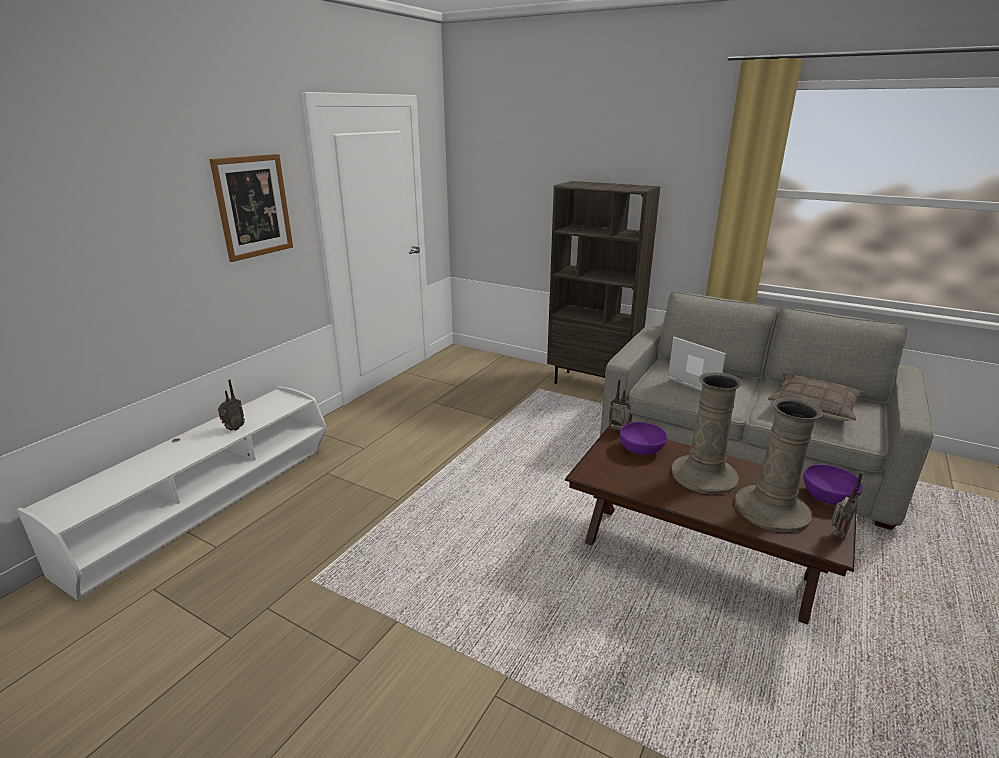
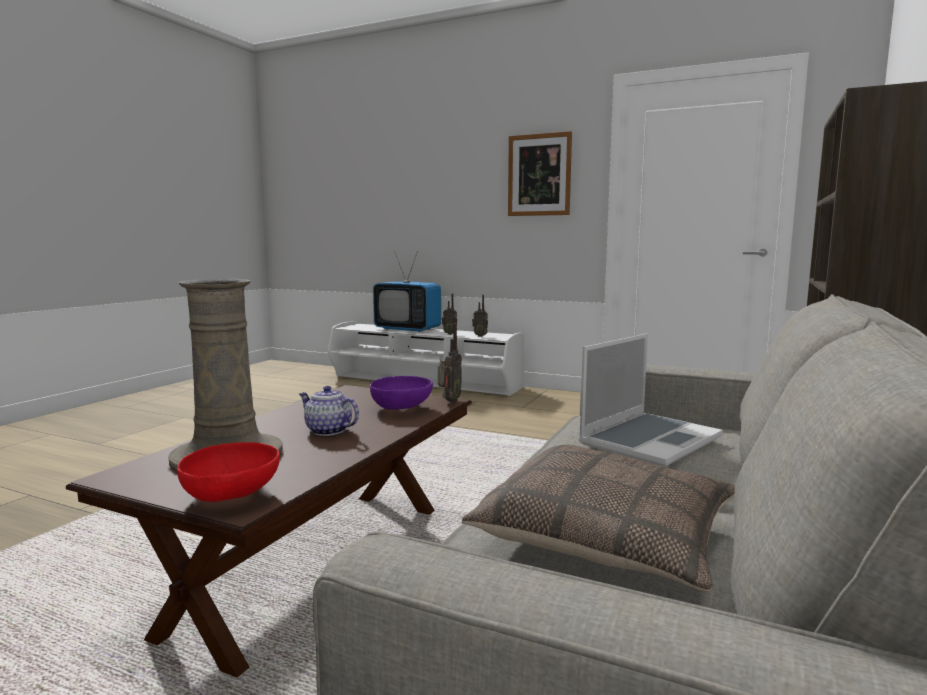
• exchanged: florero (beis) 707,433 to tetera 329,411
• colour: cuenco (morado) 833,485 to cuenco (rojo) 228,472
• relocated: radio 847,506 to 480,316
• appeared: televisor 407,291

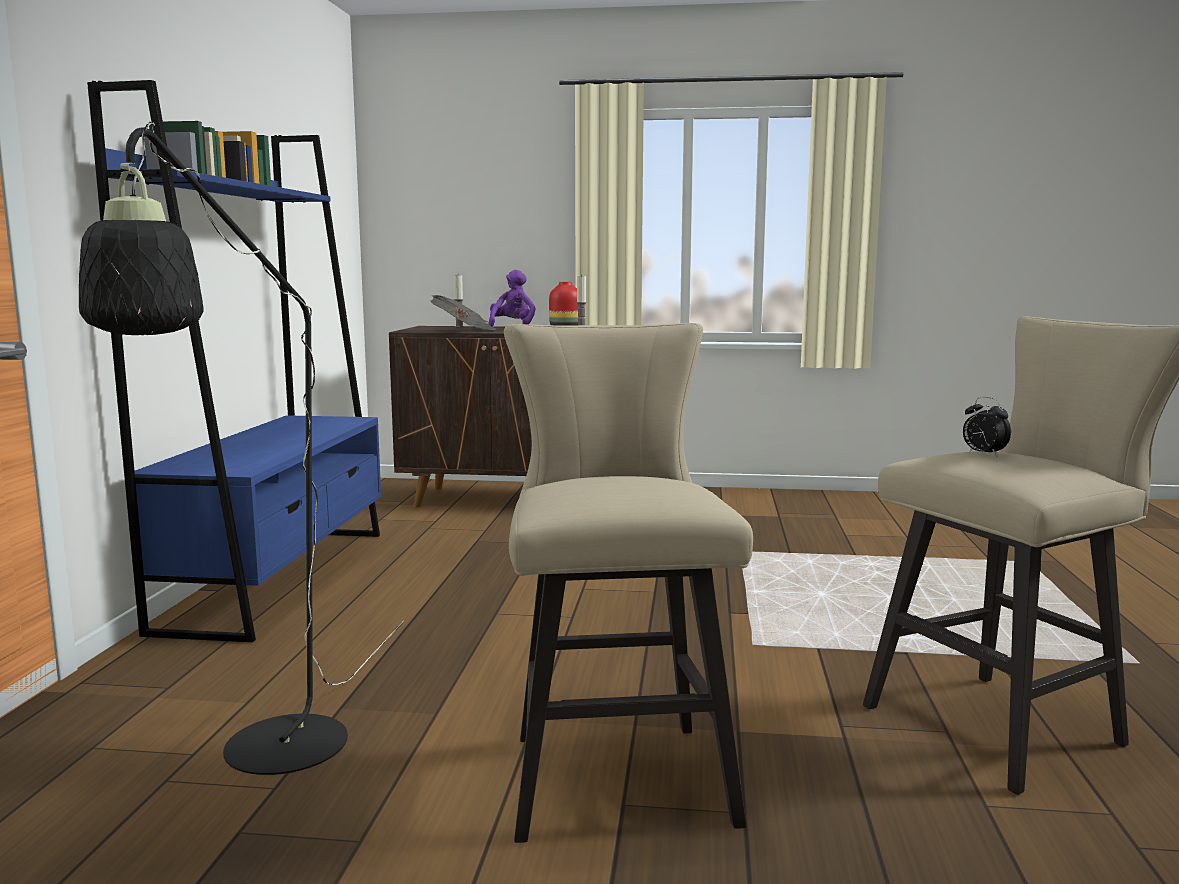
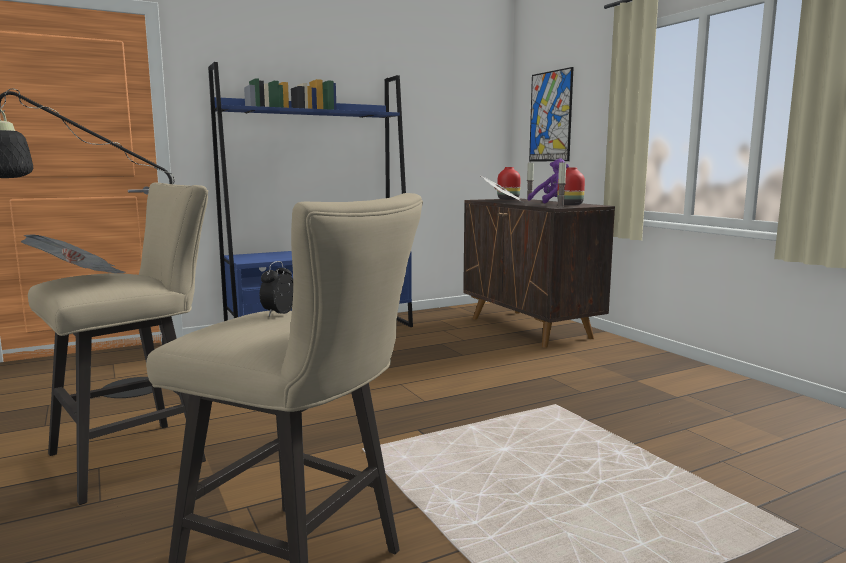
• appeared: cuadro 551,114
• appeared: florero (rojo) 508,183
• appeared: periódico 73,253

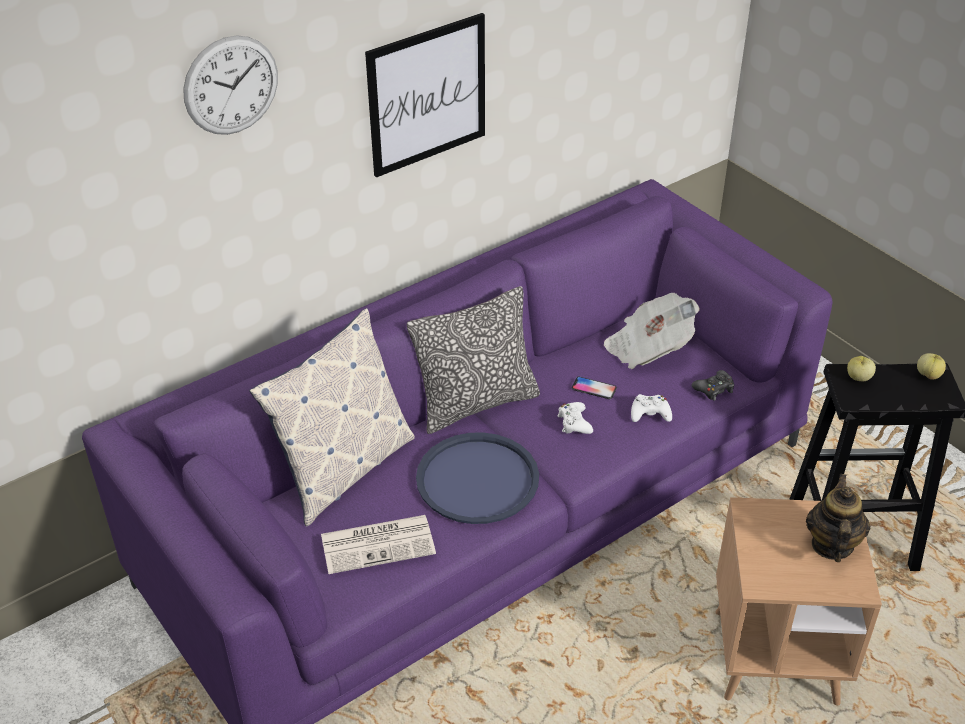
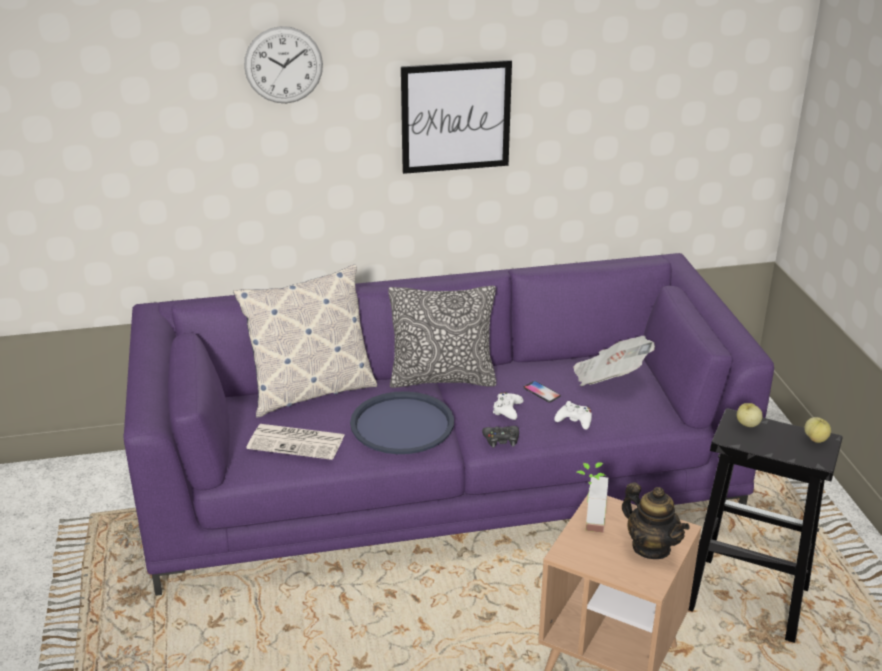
• relocated: mando de consola (negro) 712,385 to 500,437
• spun: tetera 838,518 = 656,520 105 degrees clockwise
• appeared: planta en maceta 592,497

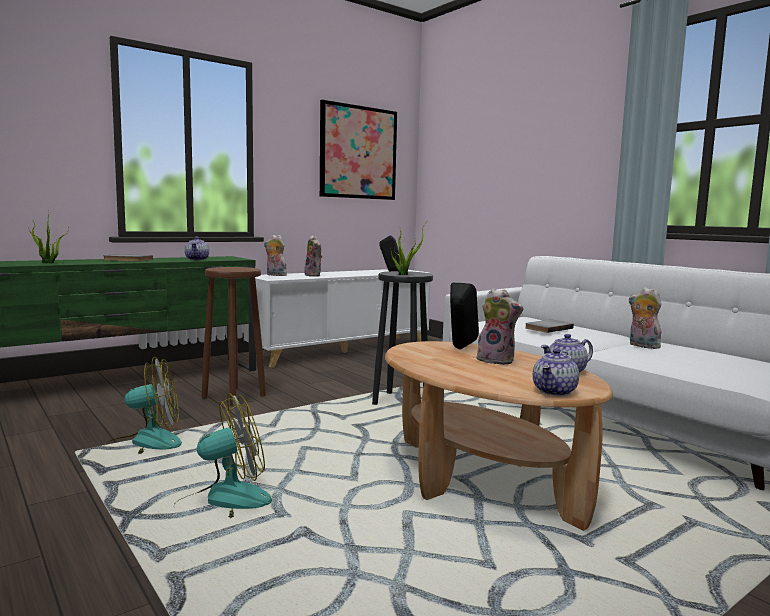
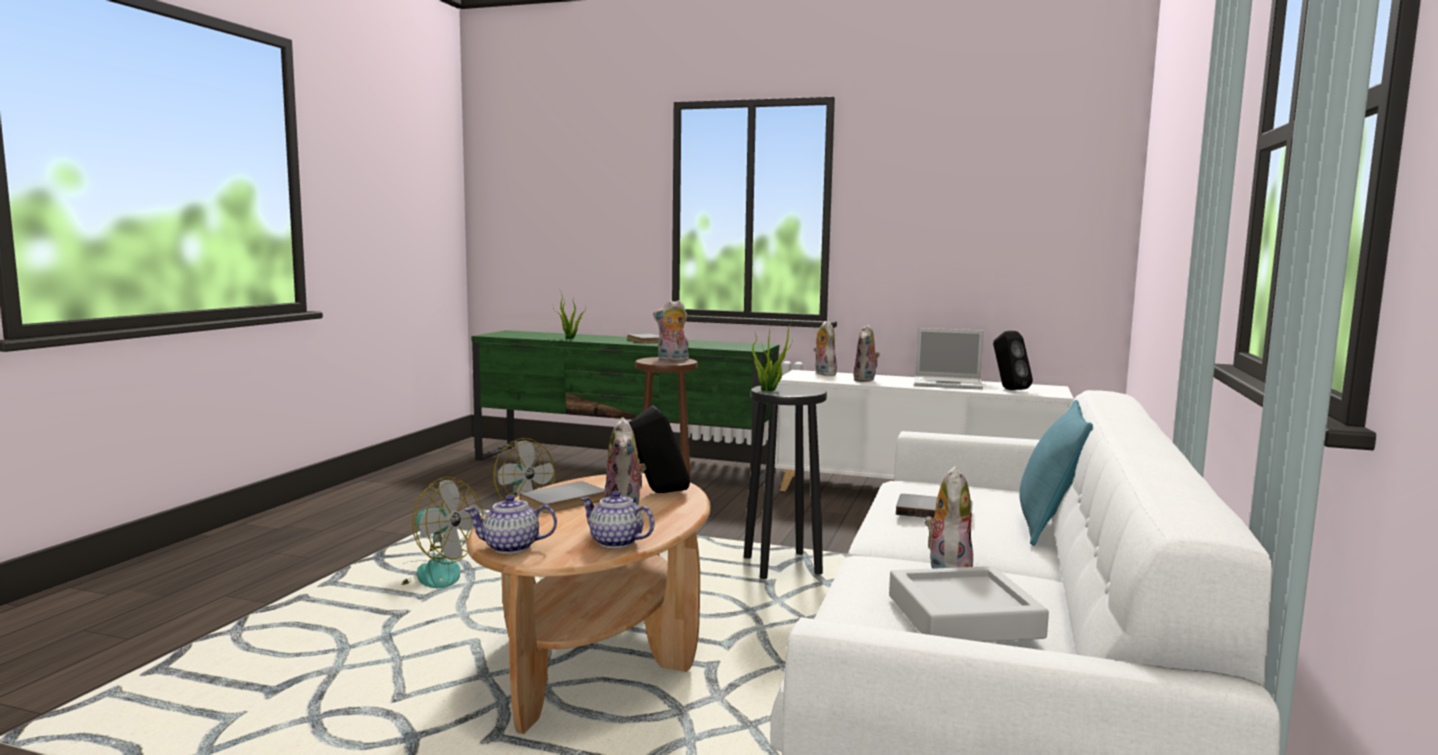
• missing: cuadro 358,150
• missing: tetera 197,248
• appeared: peluche 671,330
• appeared: portátil 949,359
• appeared: cojín (turquesa) 1056,473
• appeared: libro (gris) 562,497
• appeared: bandeja (gris) 969,604

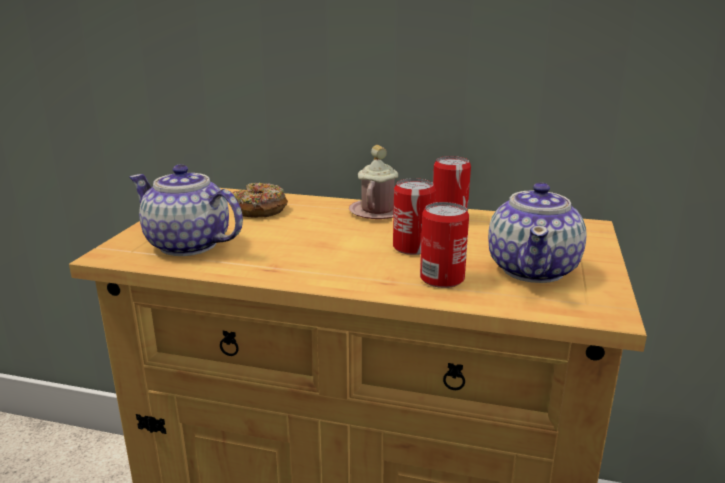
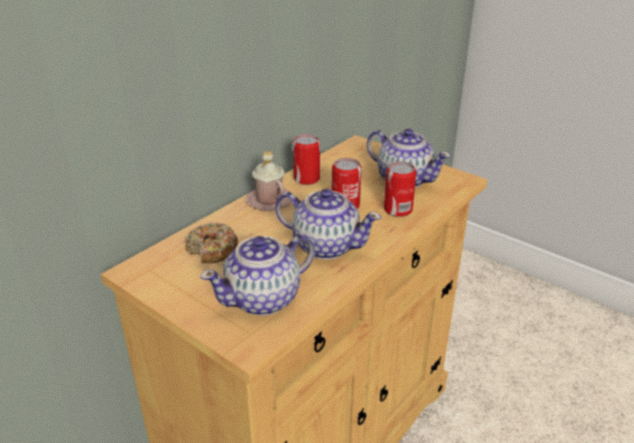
• appeared: tetera 328,224

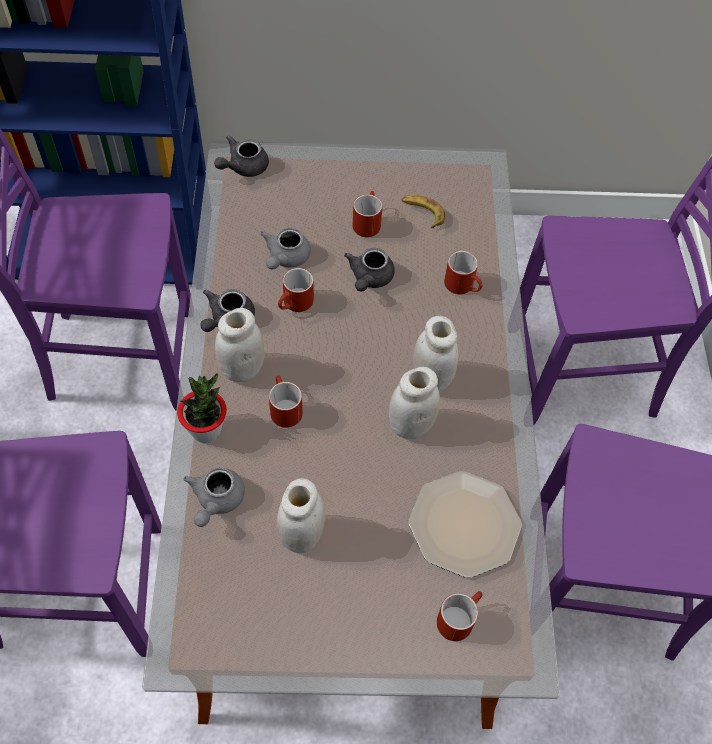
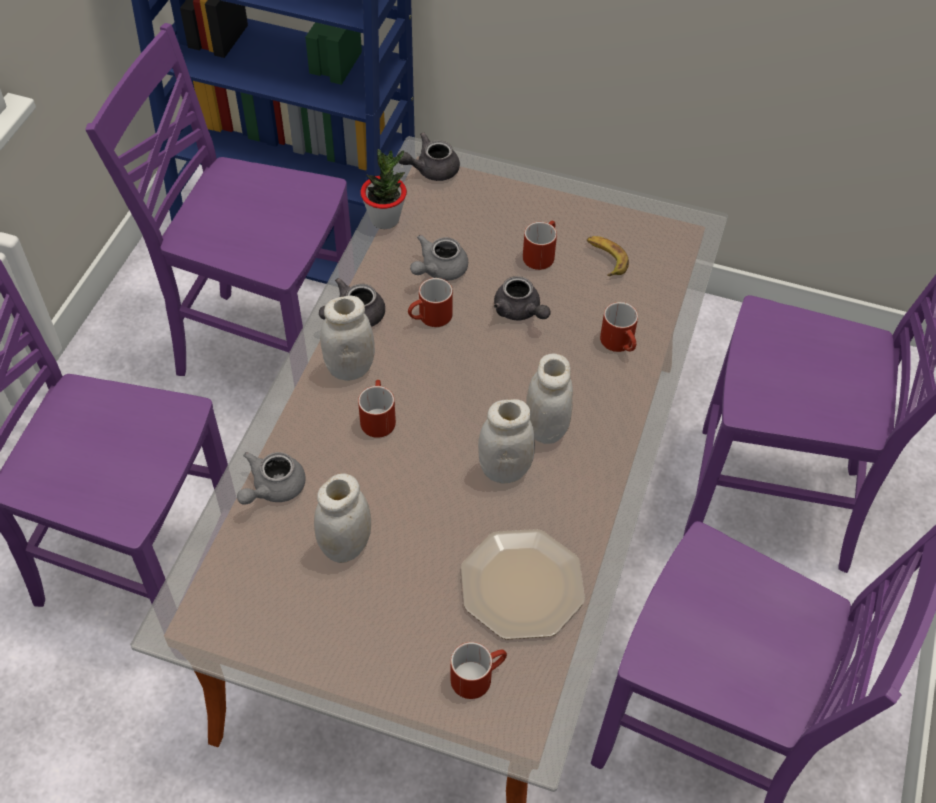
• spun: tetera (gris) 369,270 = 522,298 75 degrees counterclockwise
• relocated: planta en maceta 202,408 to 383,189

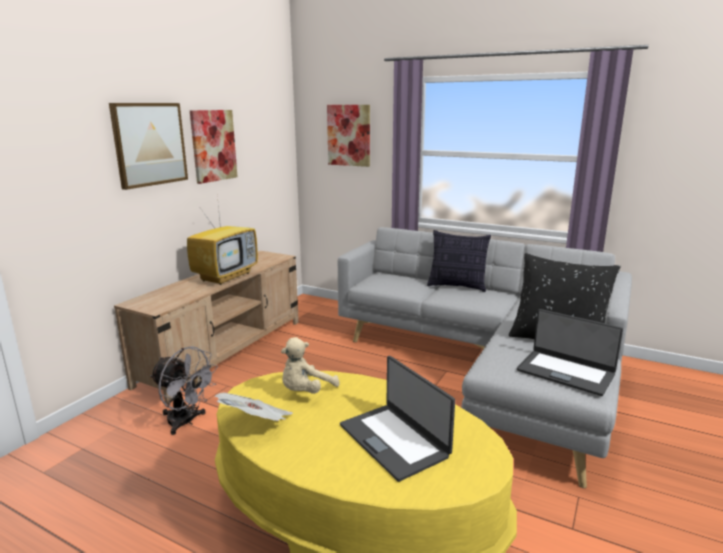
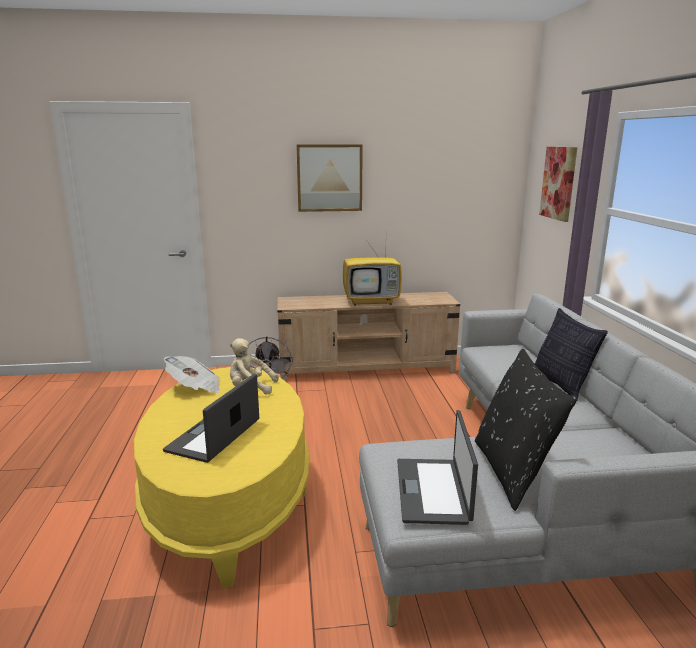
• missing: cuadro 214,147

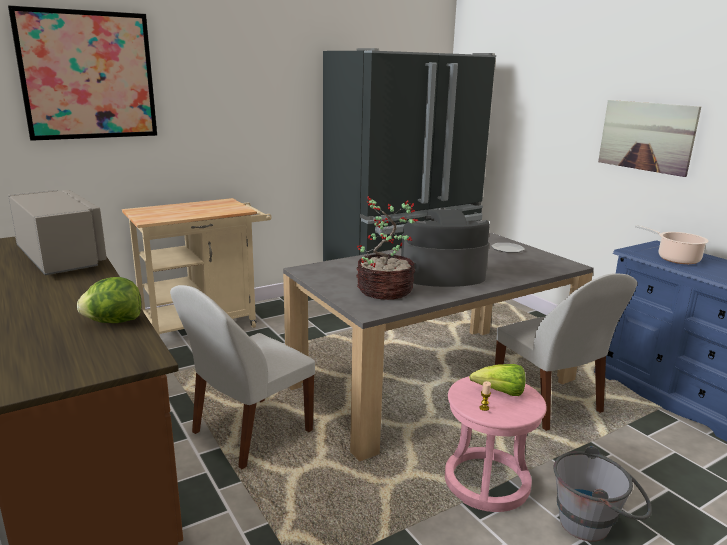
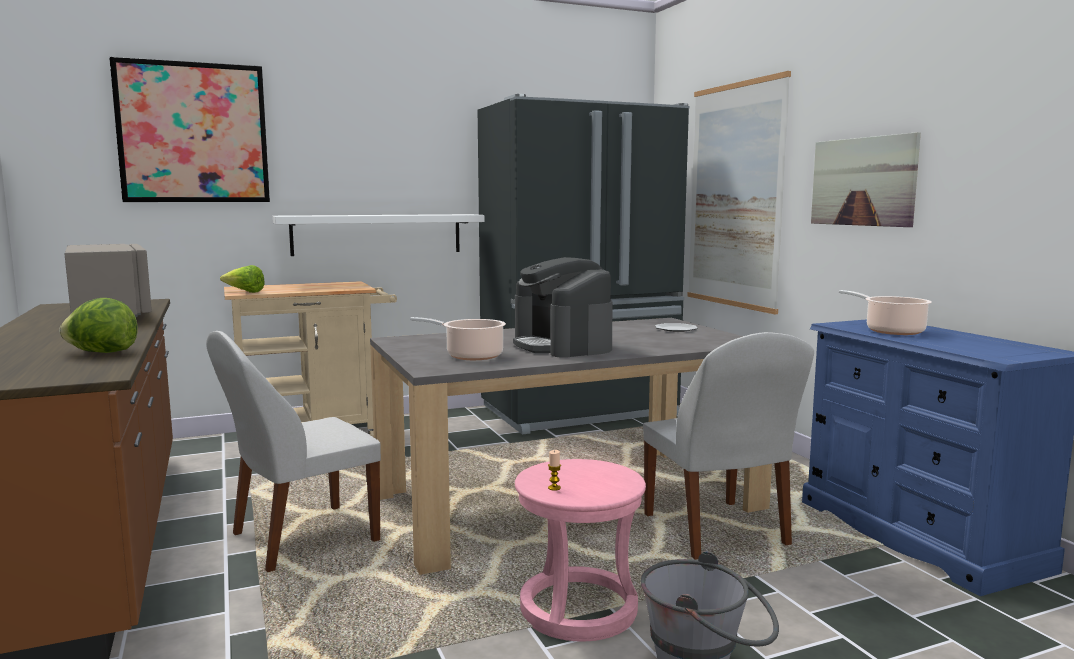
• exchanged: planta en maceta 387,248 to olla 458,338
• spun: cafetera 445,247 = 562,307 120 degrees counterclockwise
• relocated: lechuga 497,380 to 242,279
• appeared: cuadro 739,192
• appeared: estante (blanco) 378,235

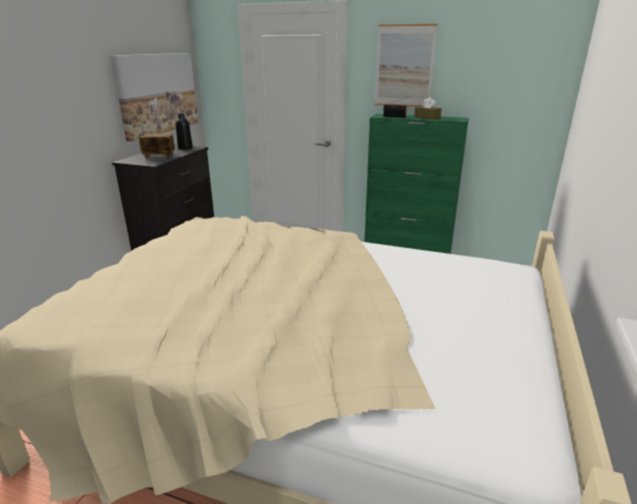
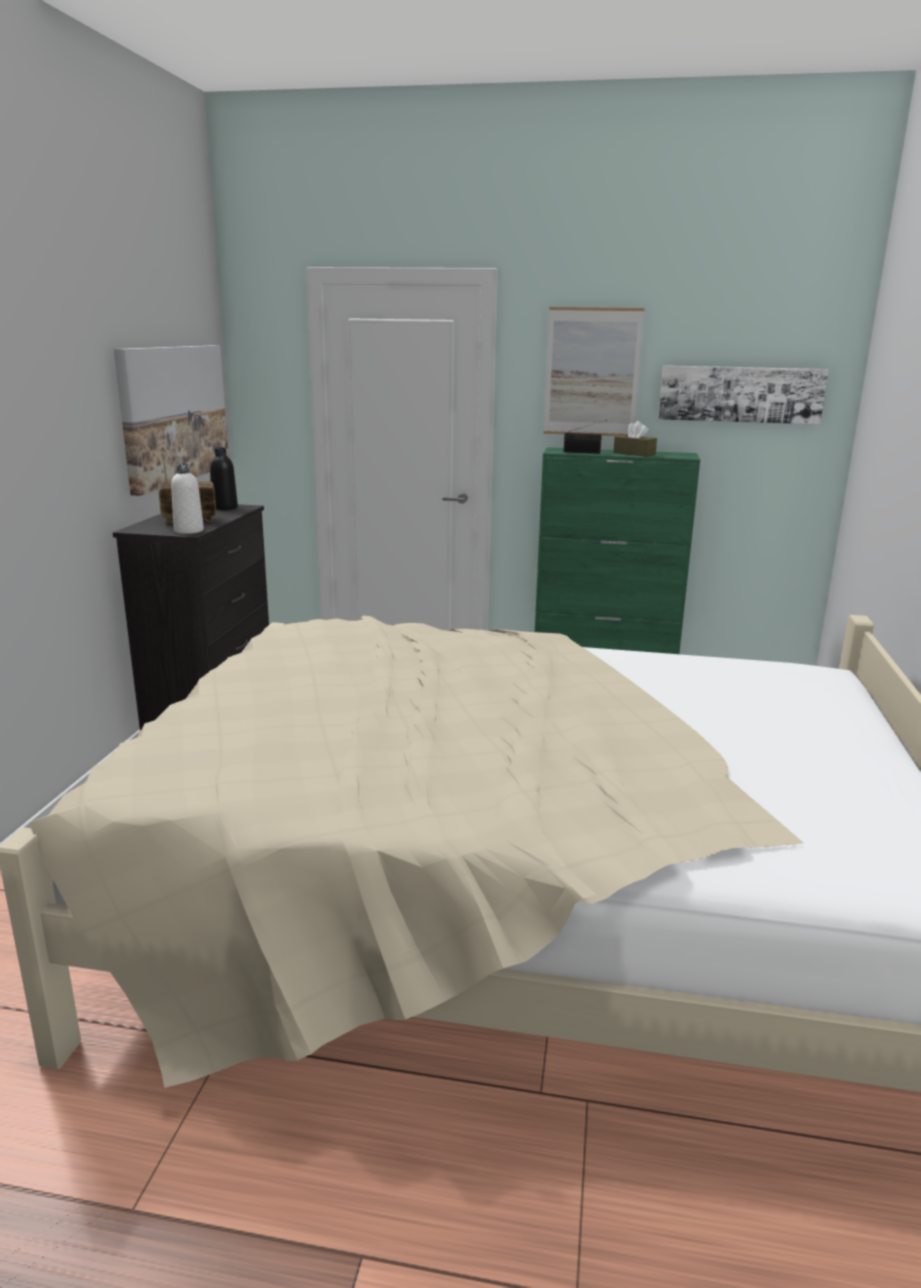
• appeared: cuadro 743,395
• appeared: botella (blanco) 187,498

